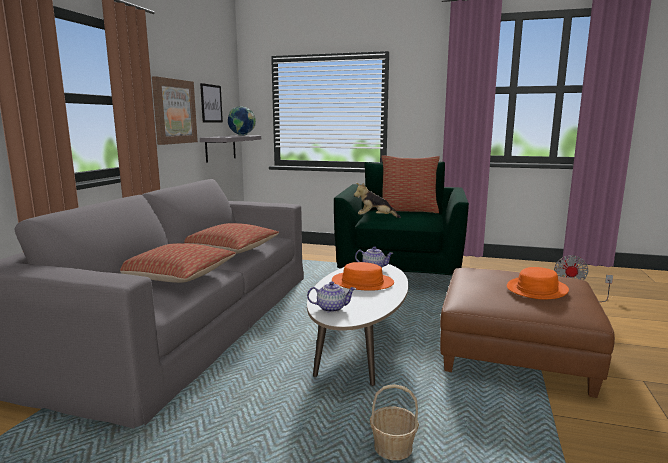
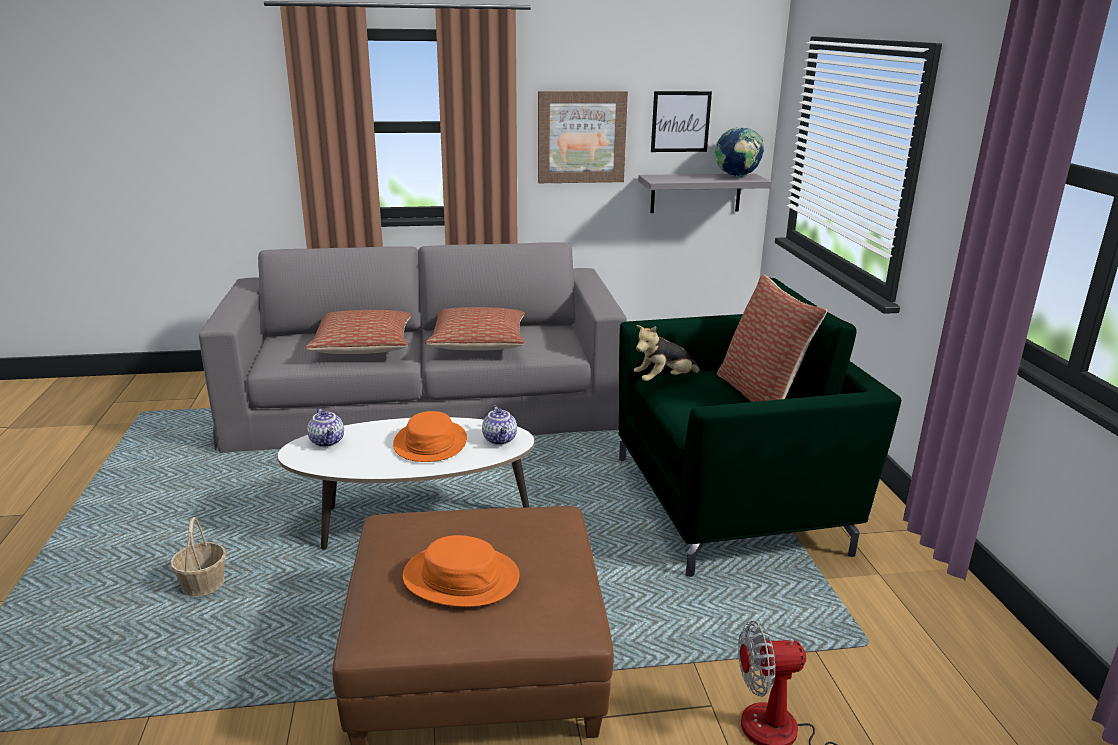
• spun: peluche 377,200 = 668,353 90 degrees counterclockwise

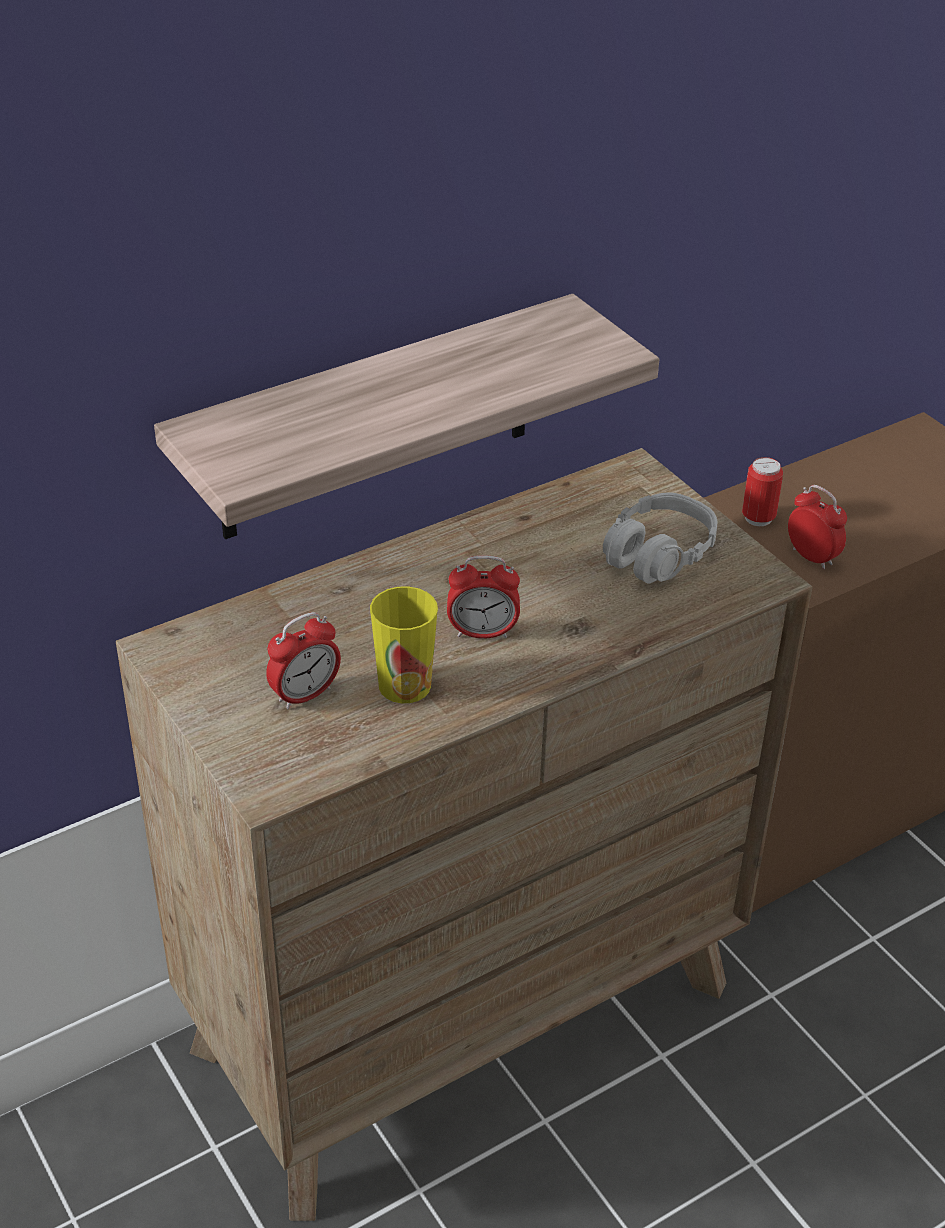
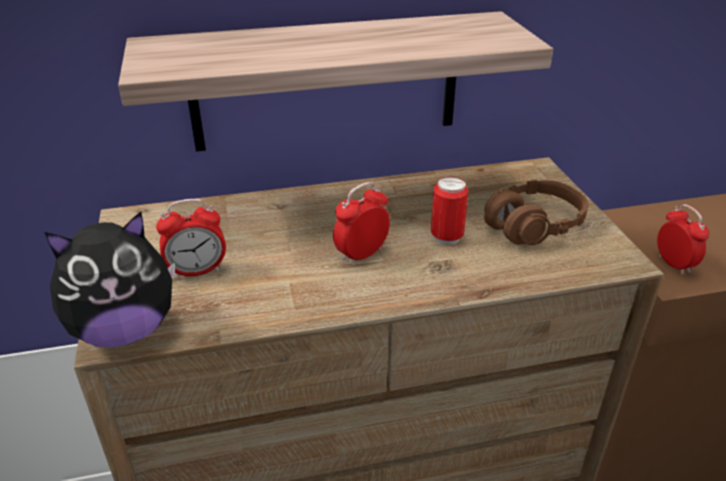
• relocated: lata 762,491 to 449,210
• colour: auriculares (gris) 660,538 to auriculares (marrón) 536,212
• spun: despertador 483,597 = 361,223 120 degrees clockwise
• missing: taza 404,644
• appeared: peluche 109,280

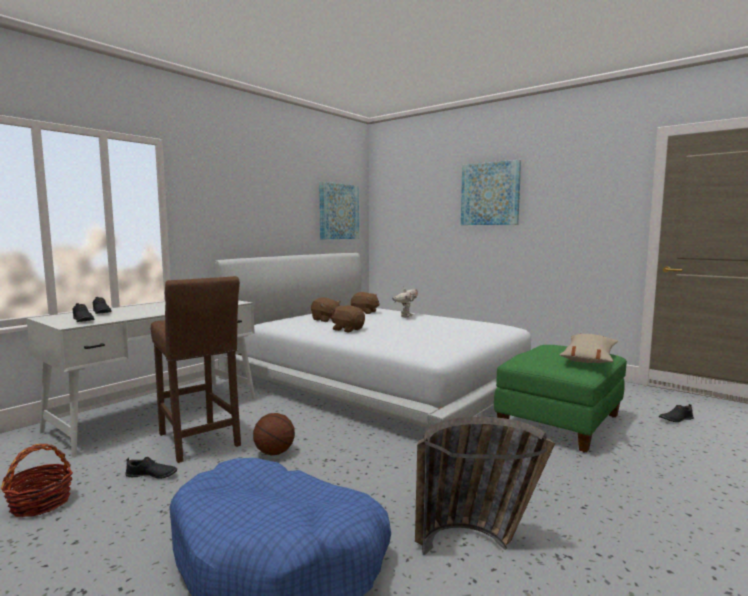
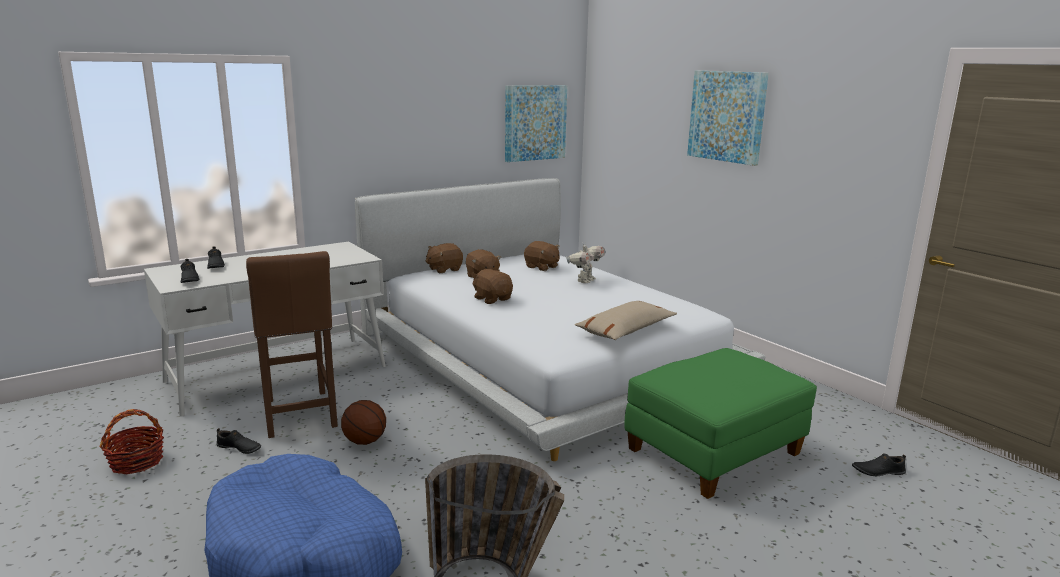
• relocated: cojín (beis) 588,348 to 626,320
• appeared: peluche (marrón) 444,258

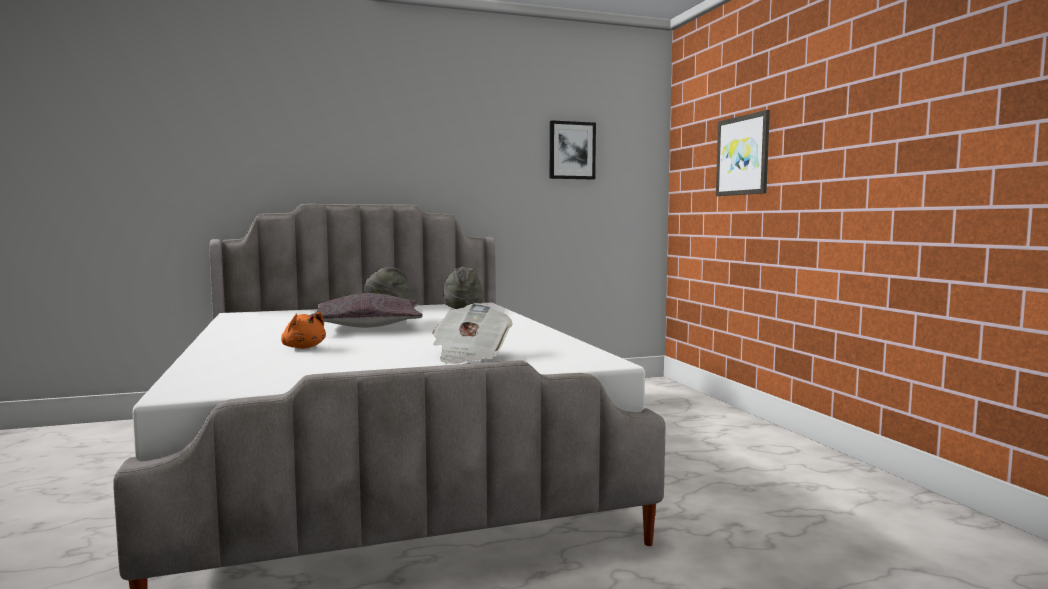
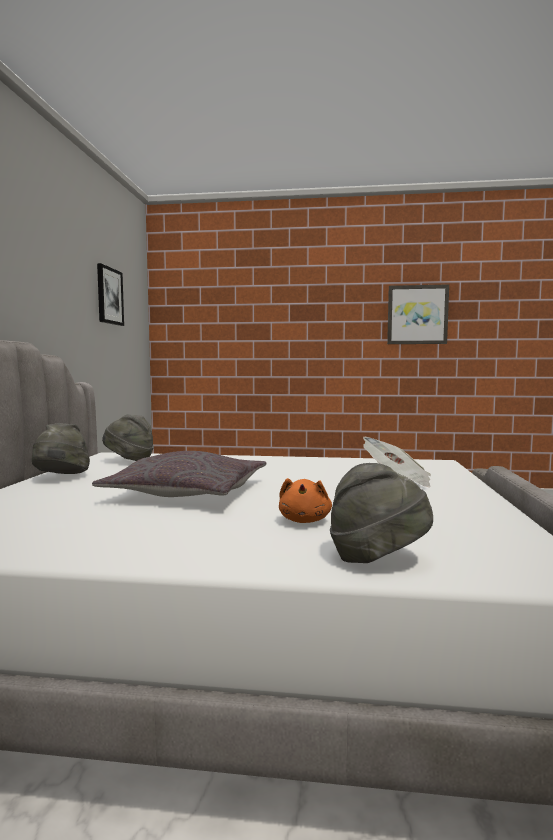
• relocated: cuadro 743,153 to 418,314
• spun: peluche (naranja) 303,330 = 305,500 120 degrees clockwise
• appeared: sombrero (gris) 381,513

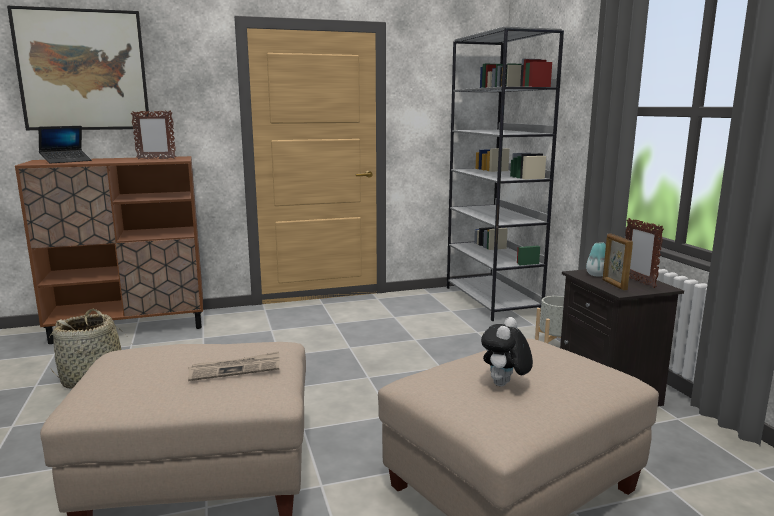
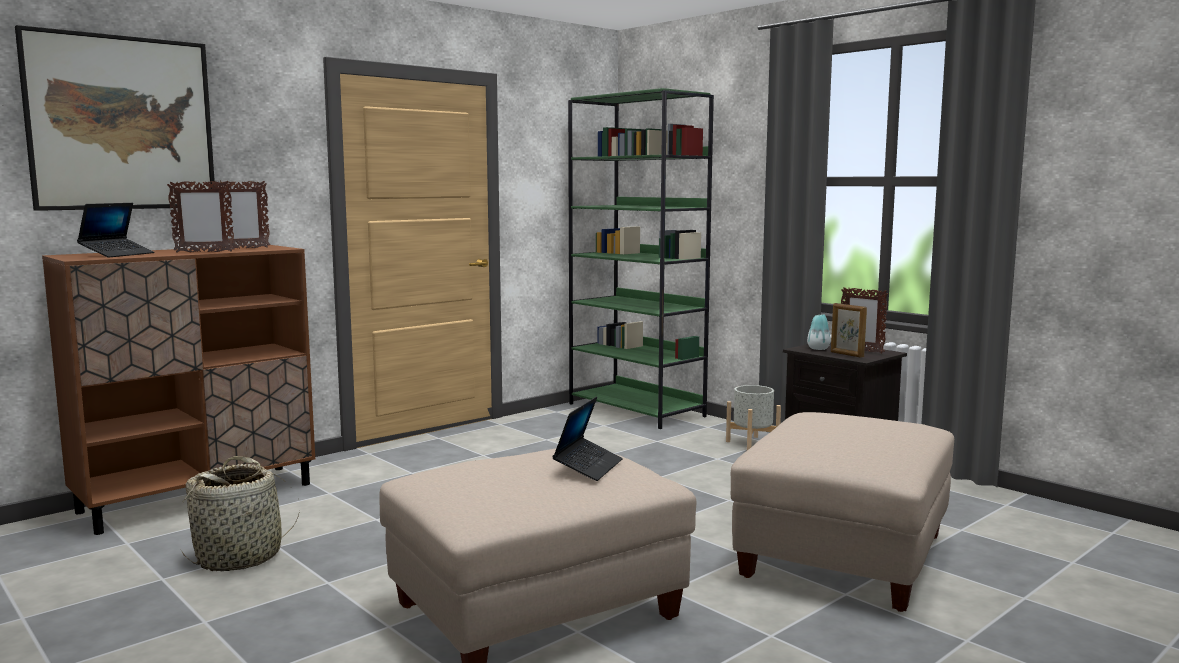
• colour: estantería (gris) 505,173 to estantería (verde) 641,258
• missing: peluche 507,351
• exchanged: periódico 234,366 to portátil 587,438
• appeared: portarretratos 201,217

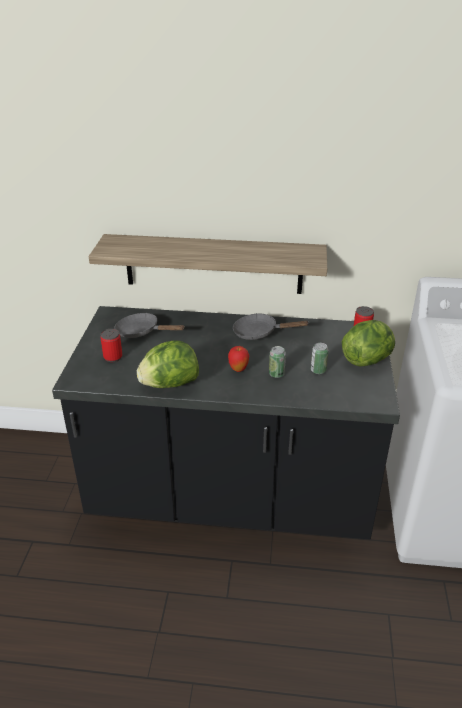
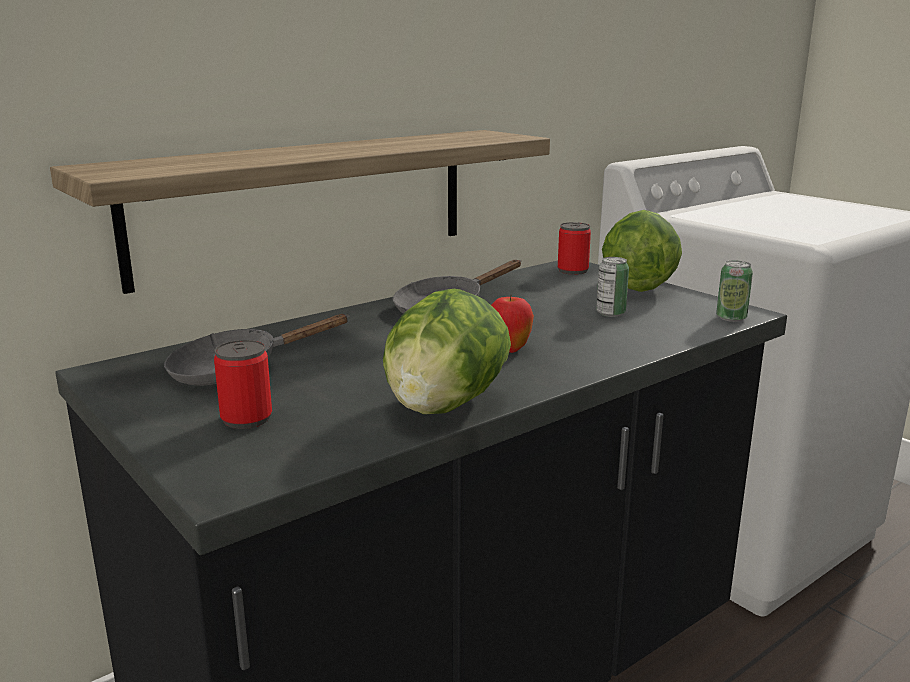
• relocated: lata 277,362 to 734,291

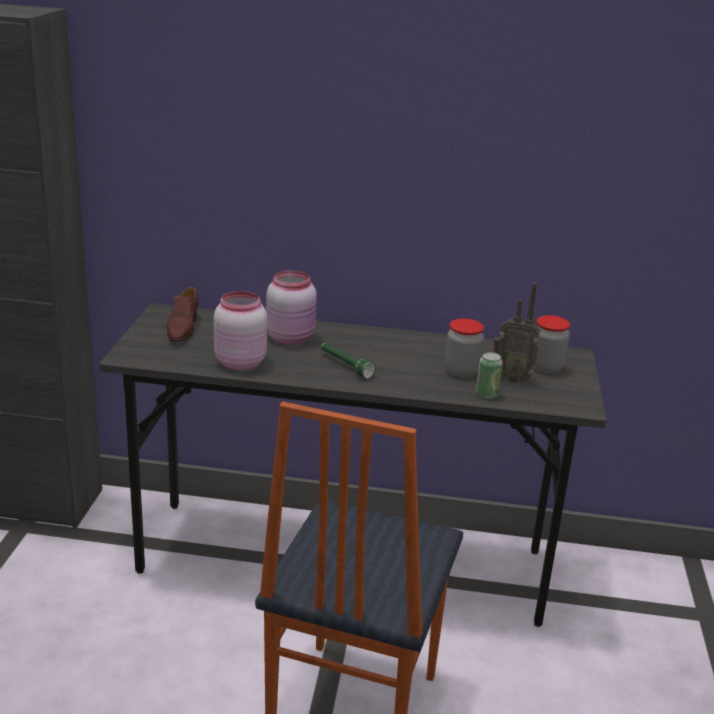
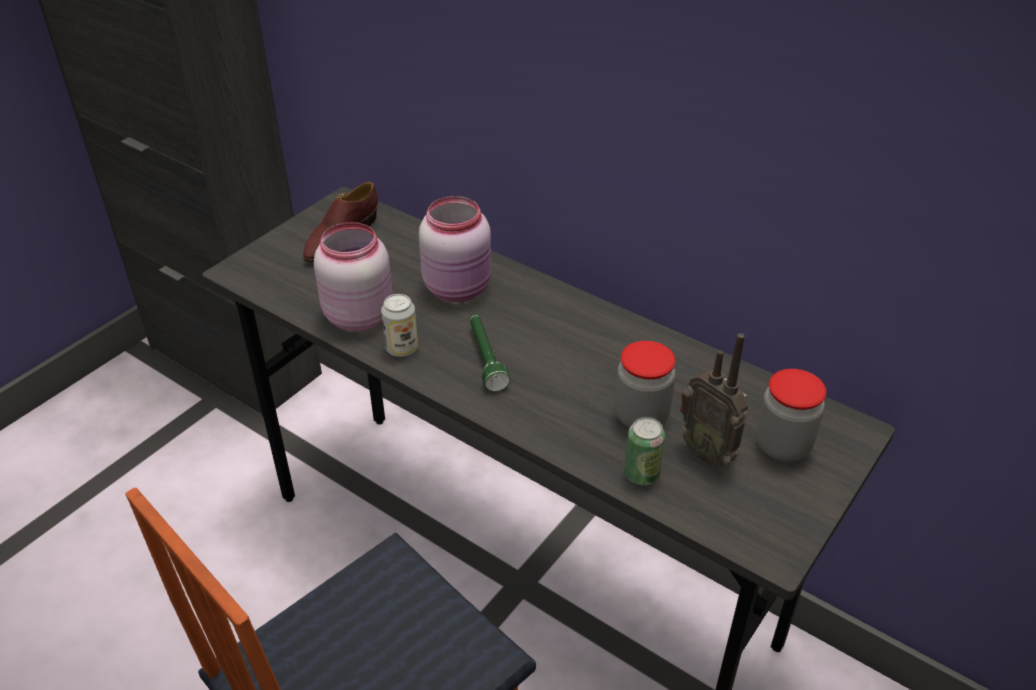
• appeared: lata 399,325

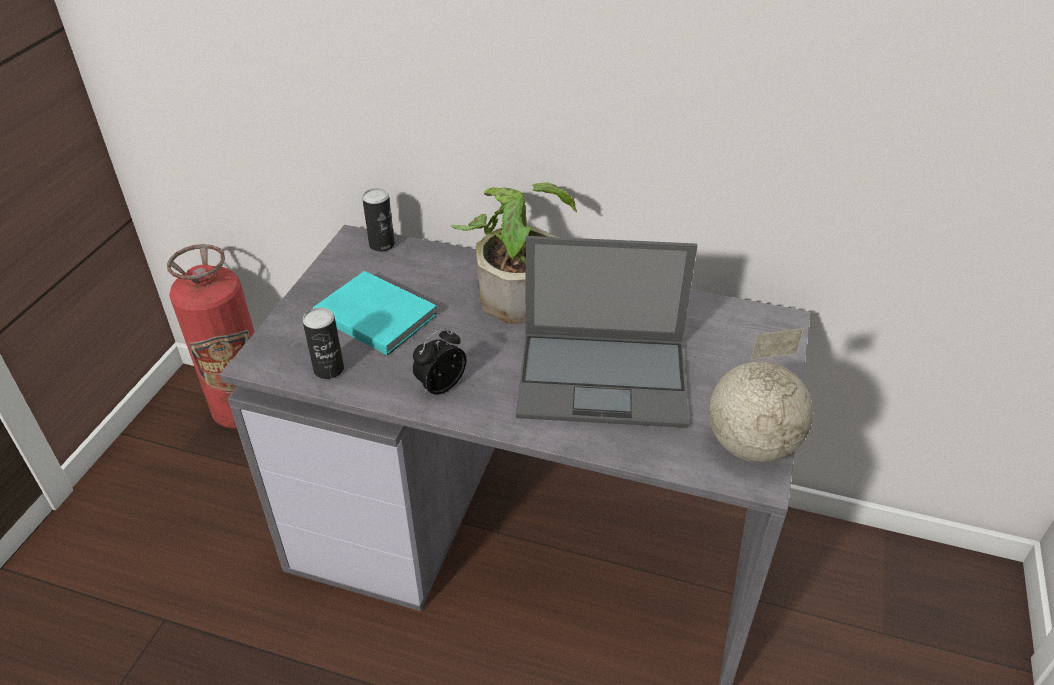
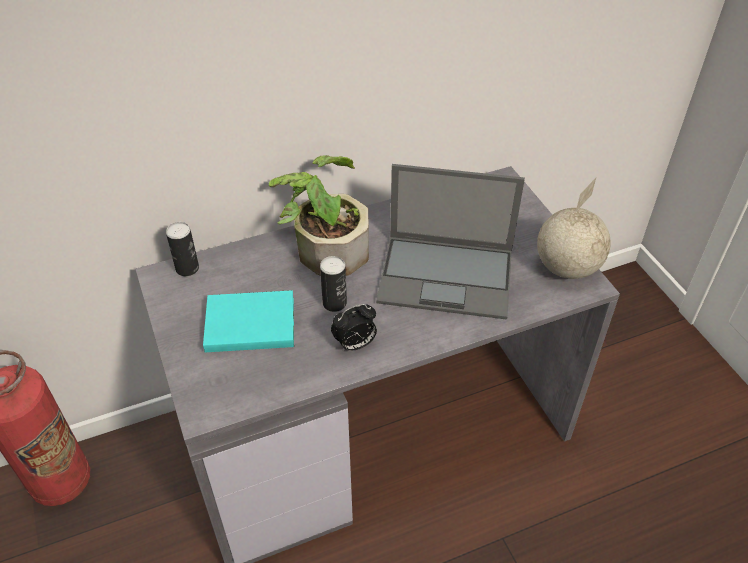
• spun: portátil 606,332 = 450,242 45 degrees clockwise
• relocated: lata 323,343 to 333,284
• spun: despertador 439,361 = 354,327 120 degrees counterclockwise

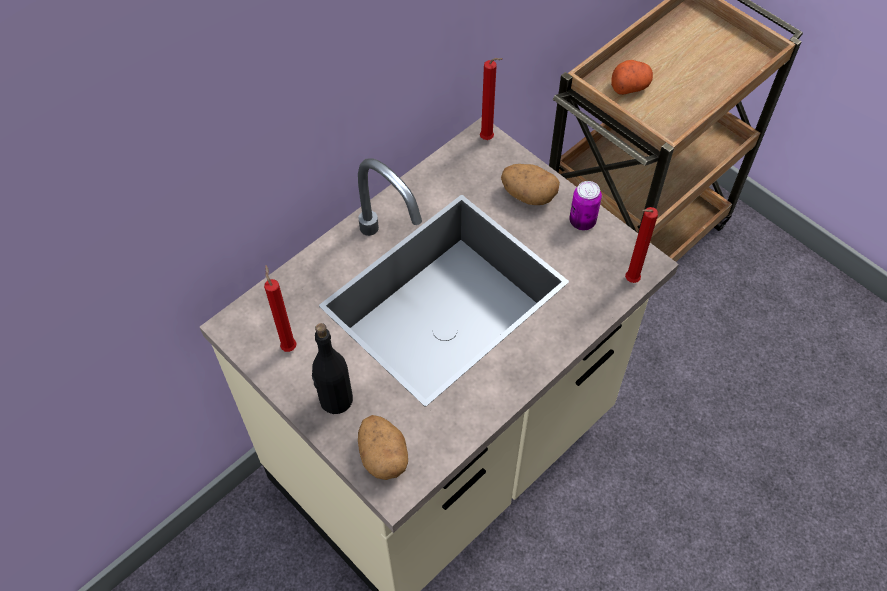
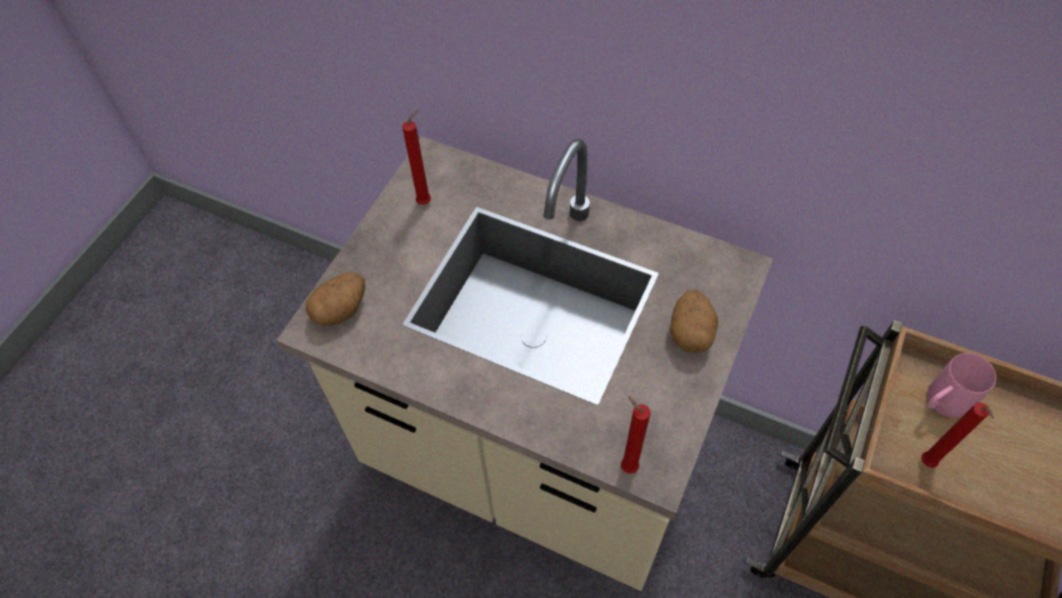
• relocated: vela (rojo) 491,99 to 957,435
• exchanged: patata 632,77 to taza grande (rosa) 961,385
• missing: lata 585,205
• missing: botella (negro) 332,368

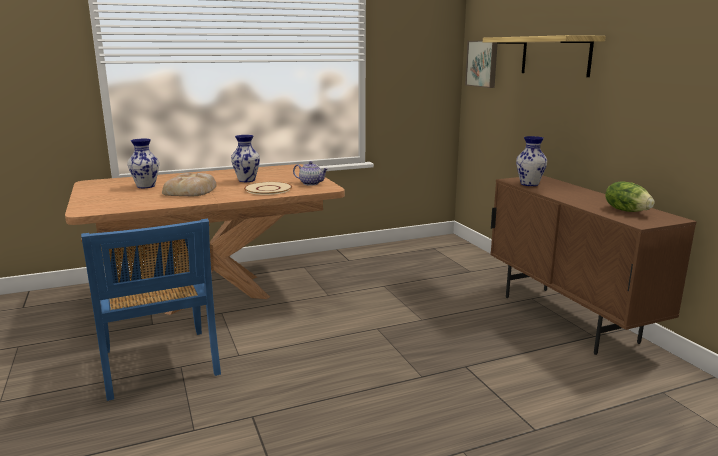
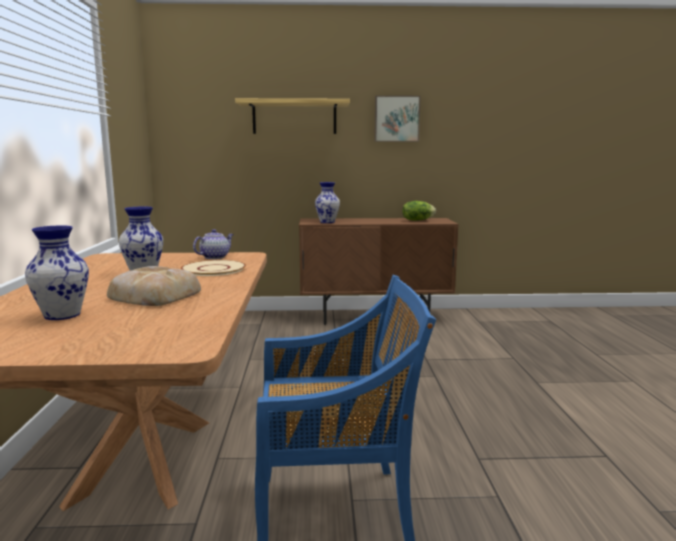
• relocated: cuadro 481,64 to 397,118

